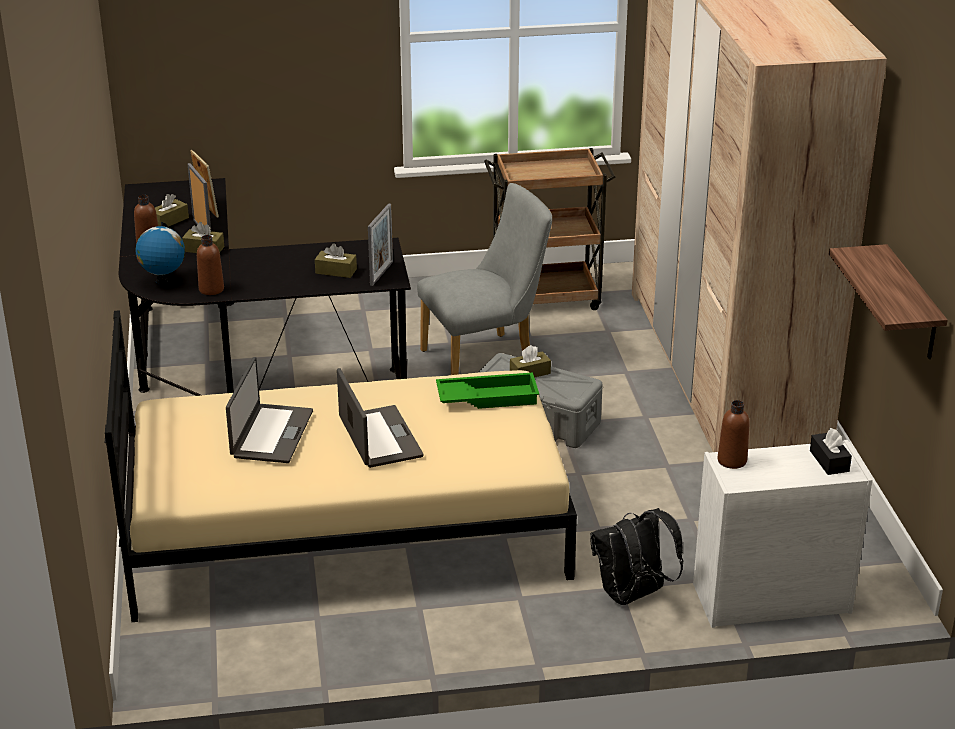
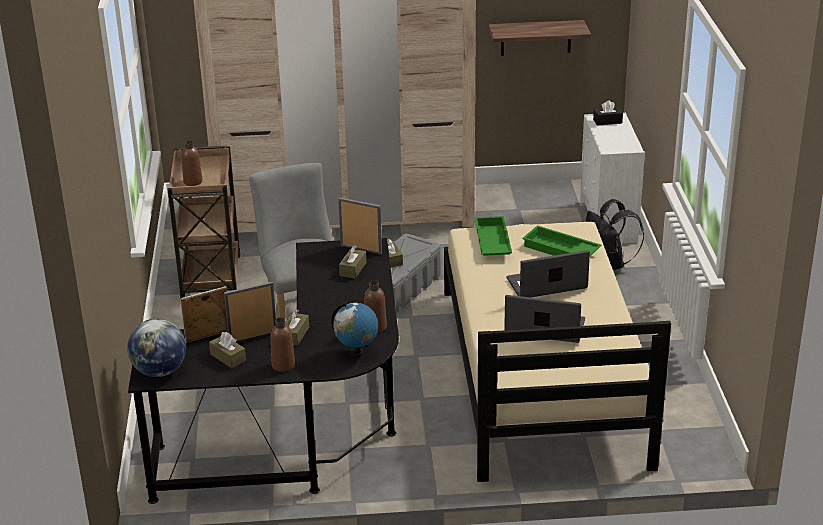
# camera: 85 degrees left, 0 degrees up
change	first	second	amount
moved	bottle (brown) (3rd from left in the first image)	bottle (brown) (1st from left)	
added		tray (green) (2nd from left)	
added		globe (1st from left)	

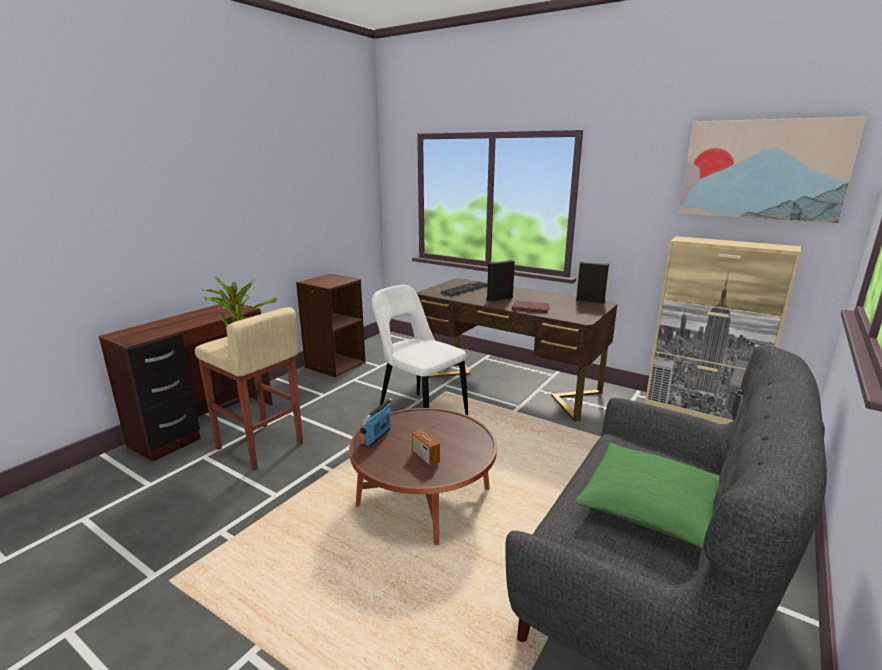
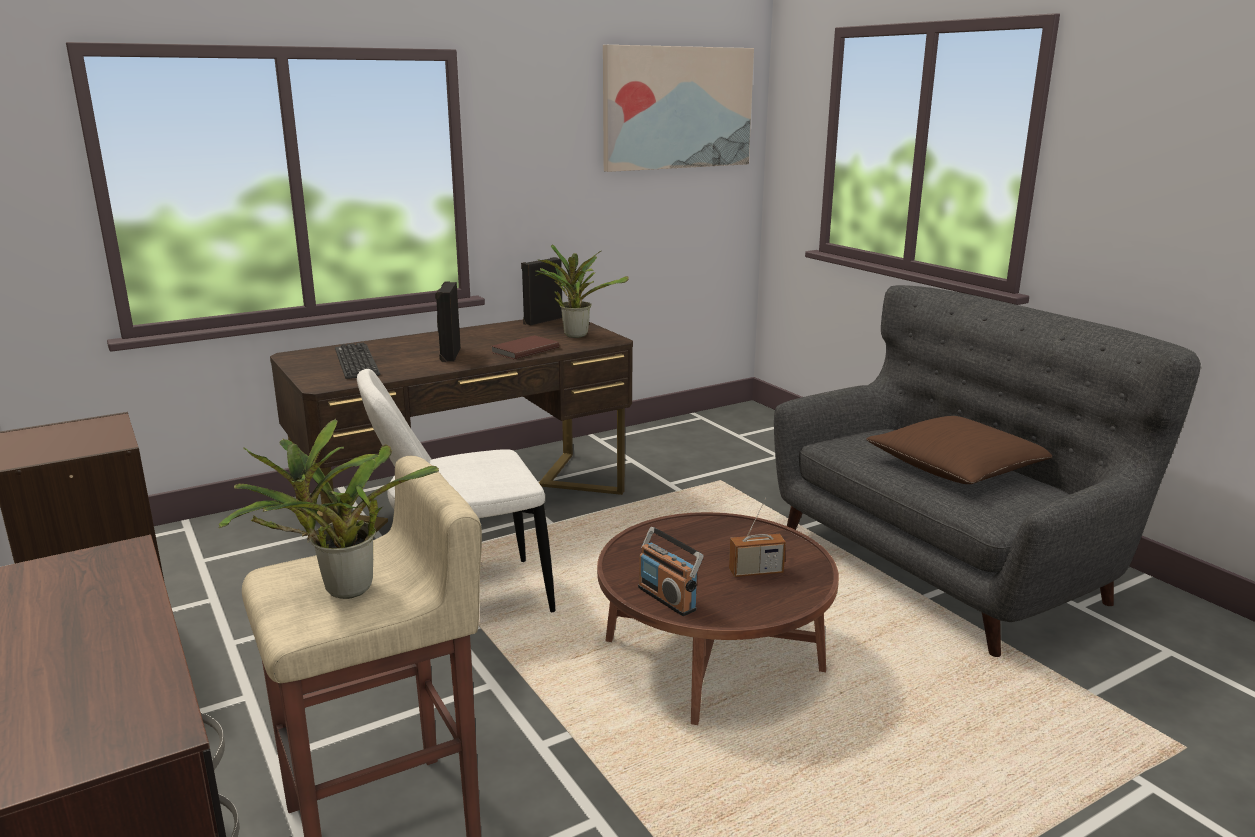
# camera: 65 degrees left, 0 degrees up
change	first	second	amount
removed	cabinet (beige)		
recoloured	pillow (green)	pillow (brown)	
added		potted plant (2nd from left)	

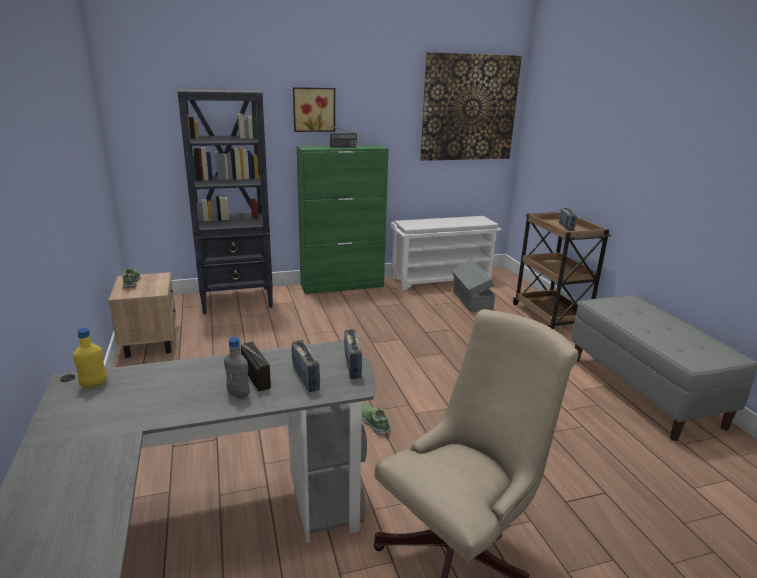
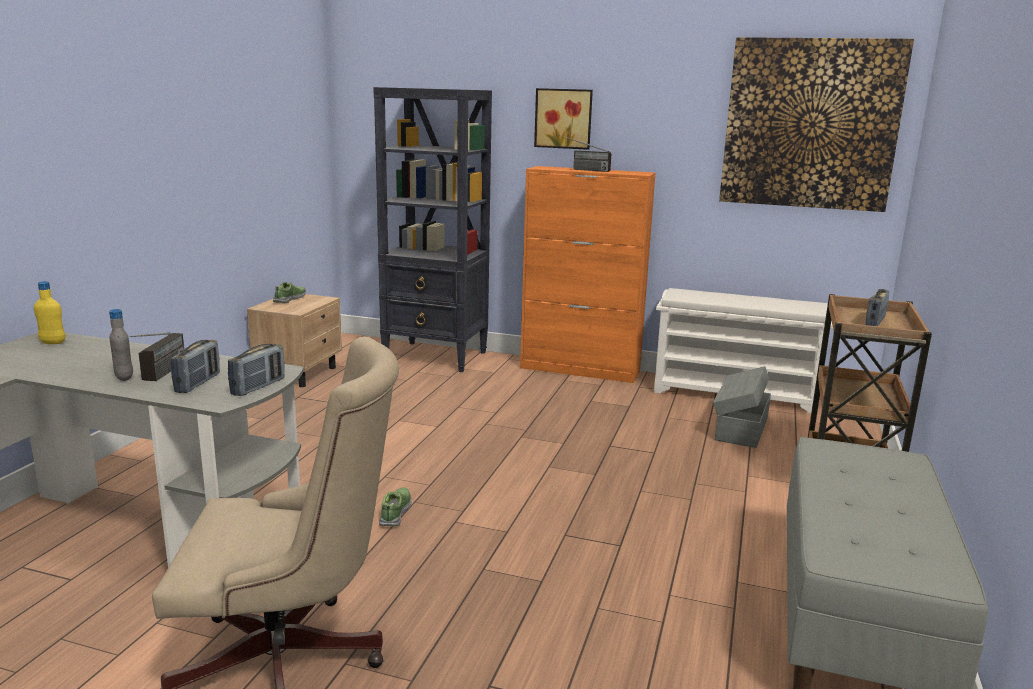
# camera: 35 degrees right, 5 degrees down
change	first	second	amount
recoloured	cabinet (green)	cabinet (orange)	

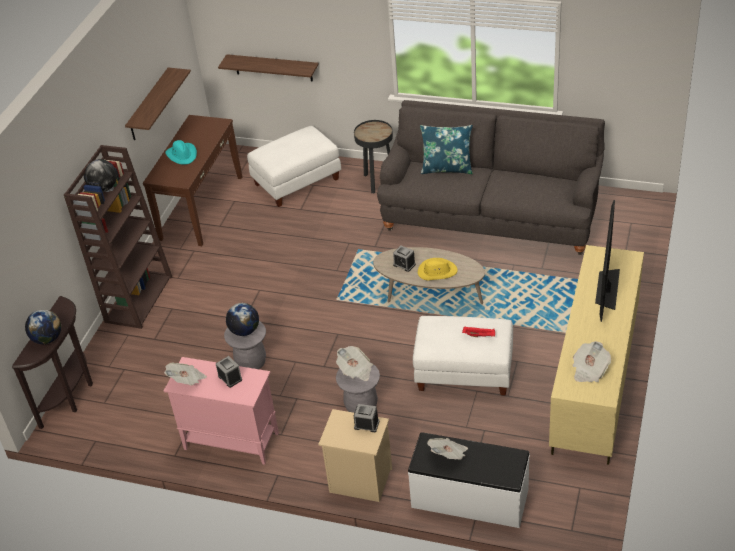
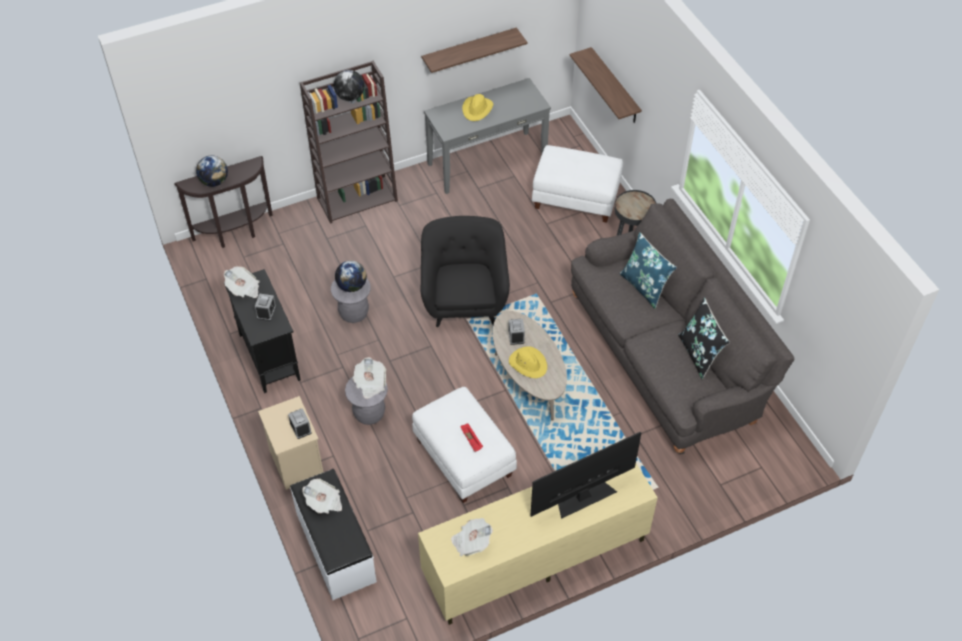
# camera: 45 degrees right, 10 degrees up
change	first	second	amount
recoloured	console table (brown) (2nd from left)	console table (grey)	
recoloured	hat (turquoise)	hat (yellow) (1st from left)	
recoloured	cabinet (pink)	cabinet (black)	
added		armchair (black)	
added		pillow (black)	

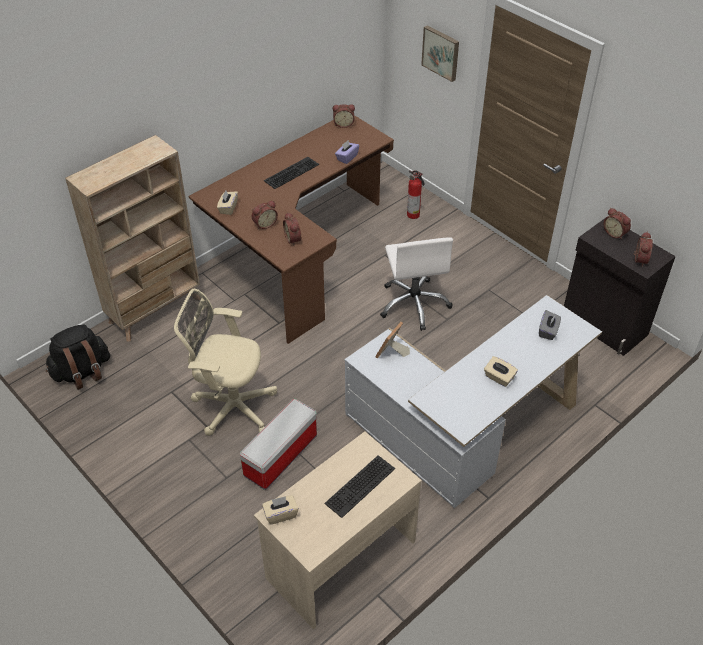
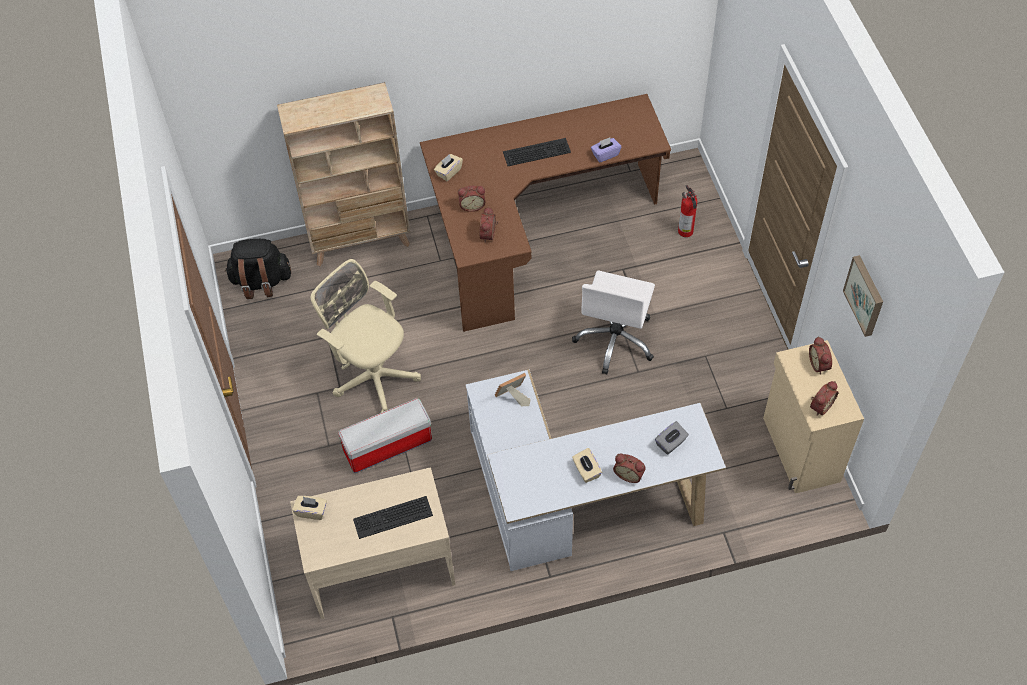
# camera: 30 degrees right, 10 degrees up
change	first	second	amount
moved	picture		
moved	alarm clock (3rd from left)		
recoloured	cabinet (black)	cabinet (beige)	

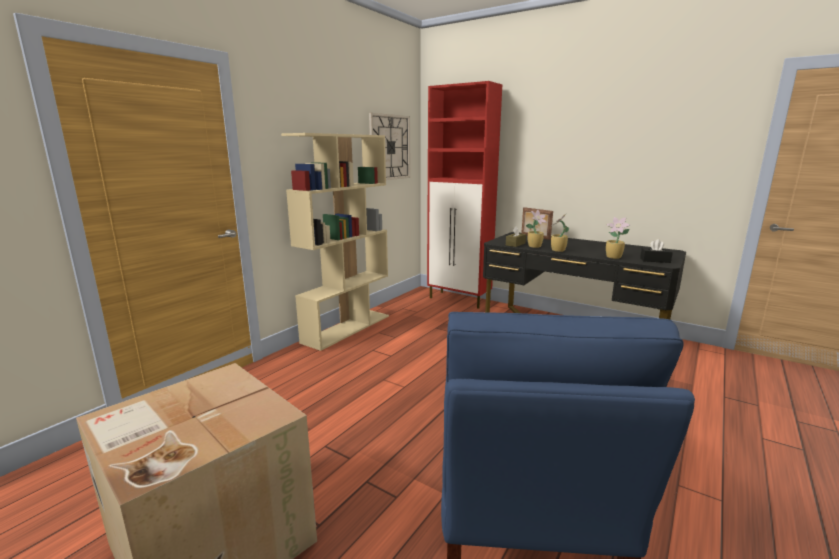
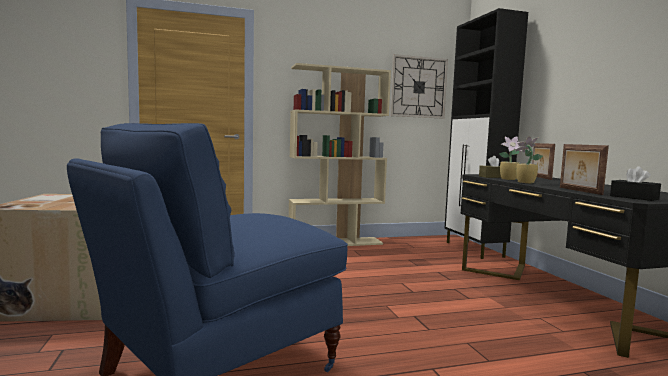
# camera: 40 degrees right, 10 degrees down
change	first	second	amount
recoloured	cabinet (red)	cabinet (black)	
replaced	potted plant (3rd from left)	picture frame (2nd from left)	

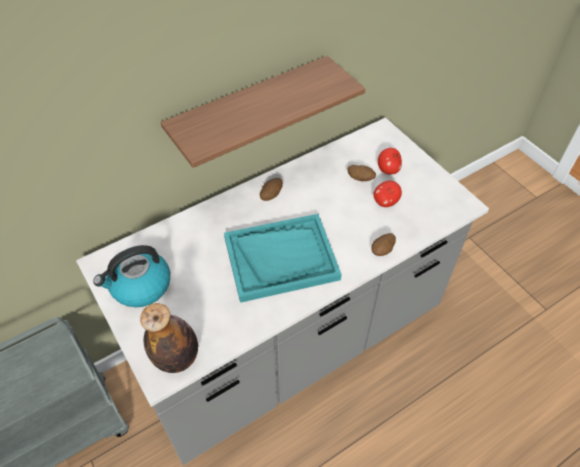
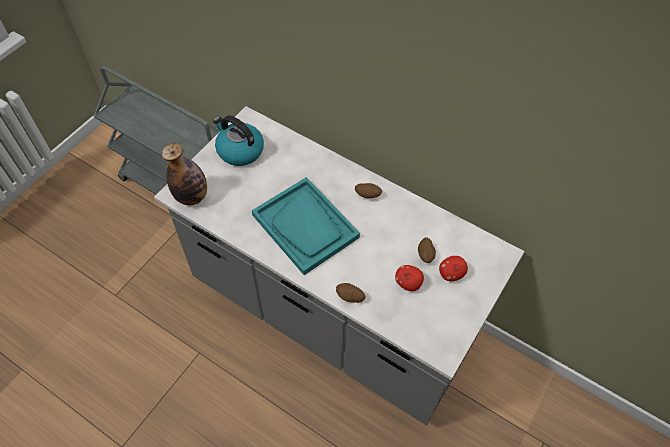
# camera: 65 degrees right, 5 degrees up
change	first	second	amount
removed	shelf		

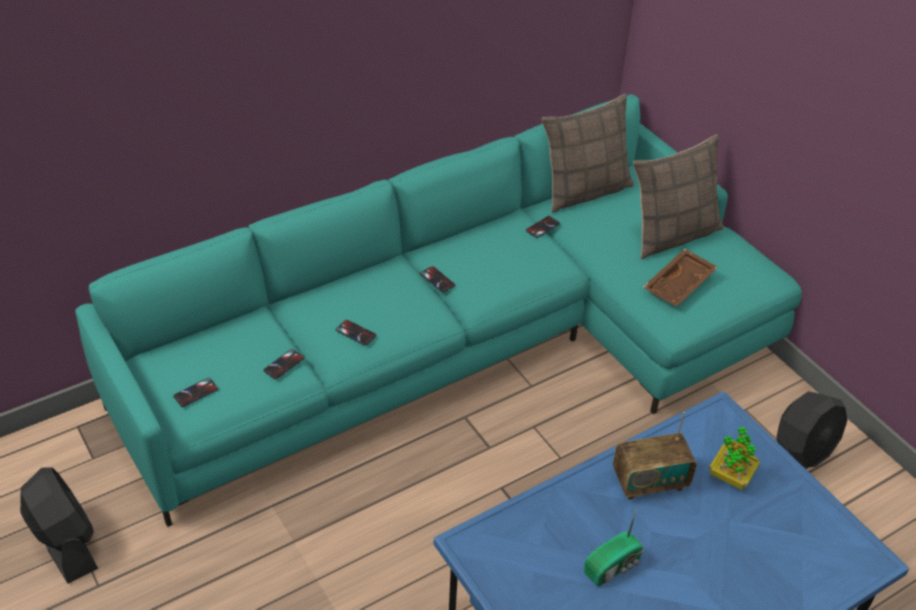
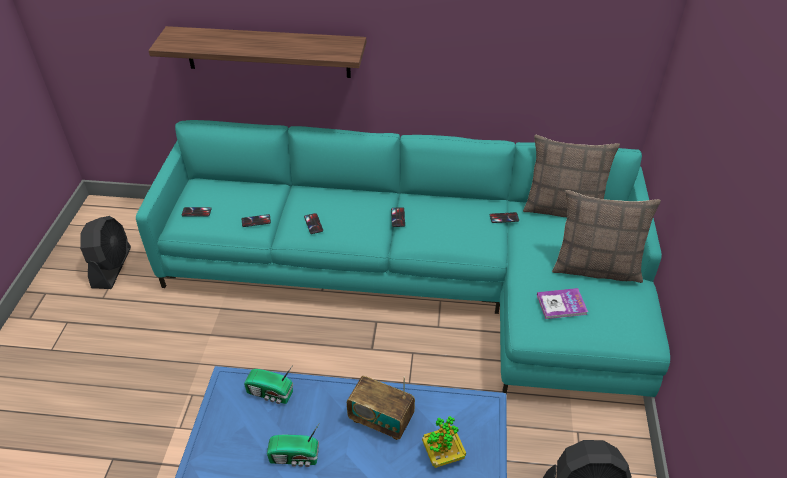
# camera: 40 degrees right, 0 degrees up
change	first	second	amount
replaced	tray (brown)	book	
added		shelf	
added		radio (1st from left)	

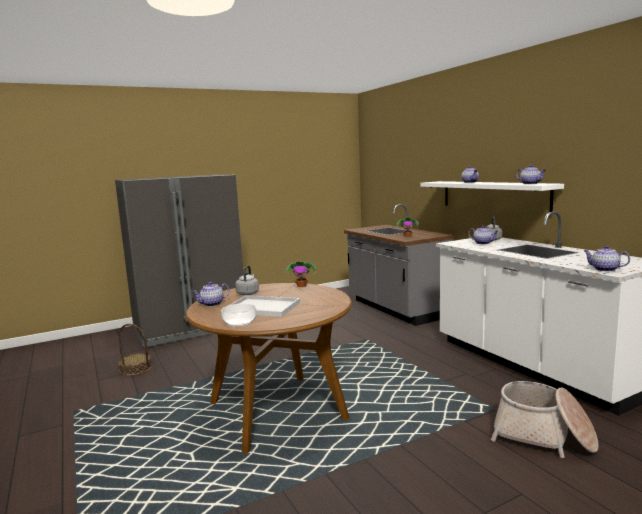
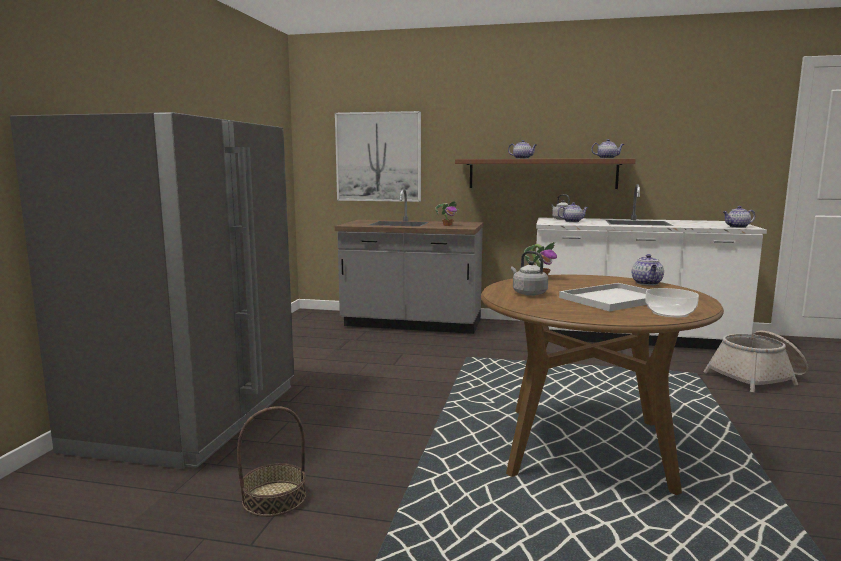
# camera: 50 degrees left, 0 degrees up
change	first	second	amount
recoloured	shelf (white)	shelf (brown)	
moved	teapot (1st from left in the first image)	teapot (4th from left)	
added		picture	

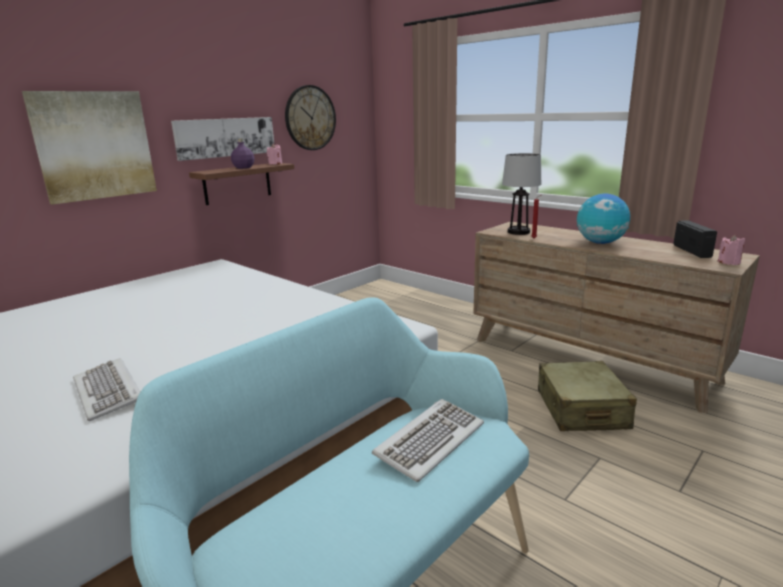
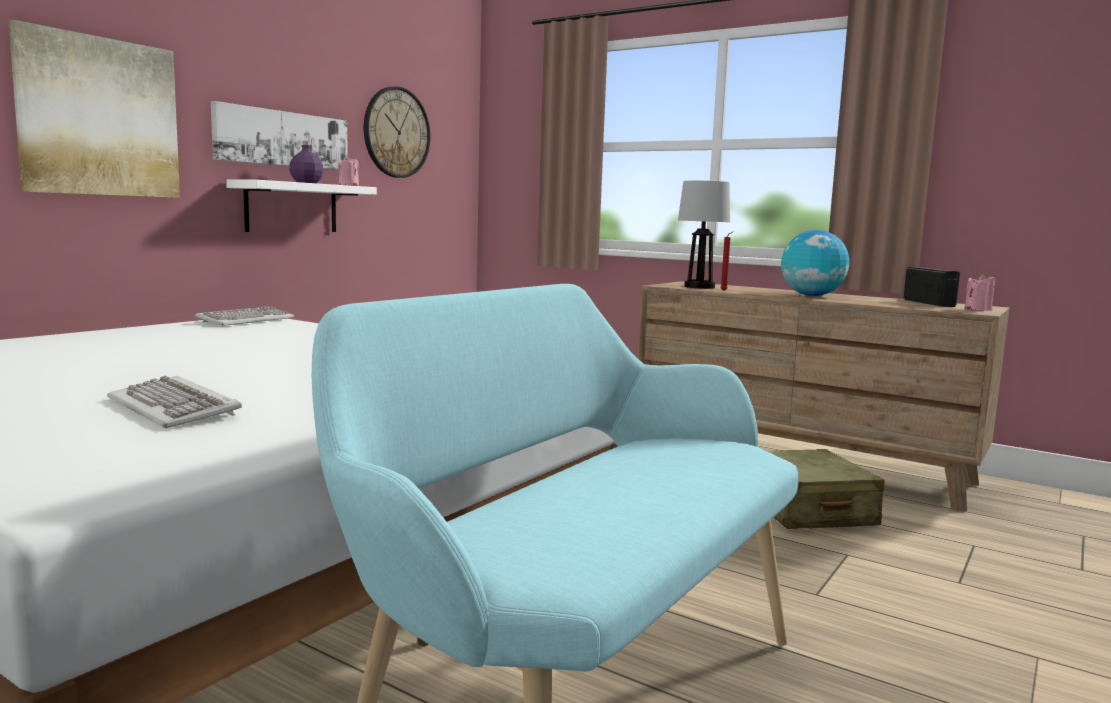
# camera: 10 degrees left, 10 degrees down
change	first	second	amount
recoloured	shelf (brown)	shelf (white)	
moved	keyboard (2nd from left)		

